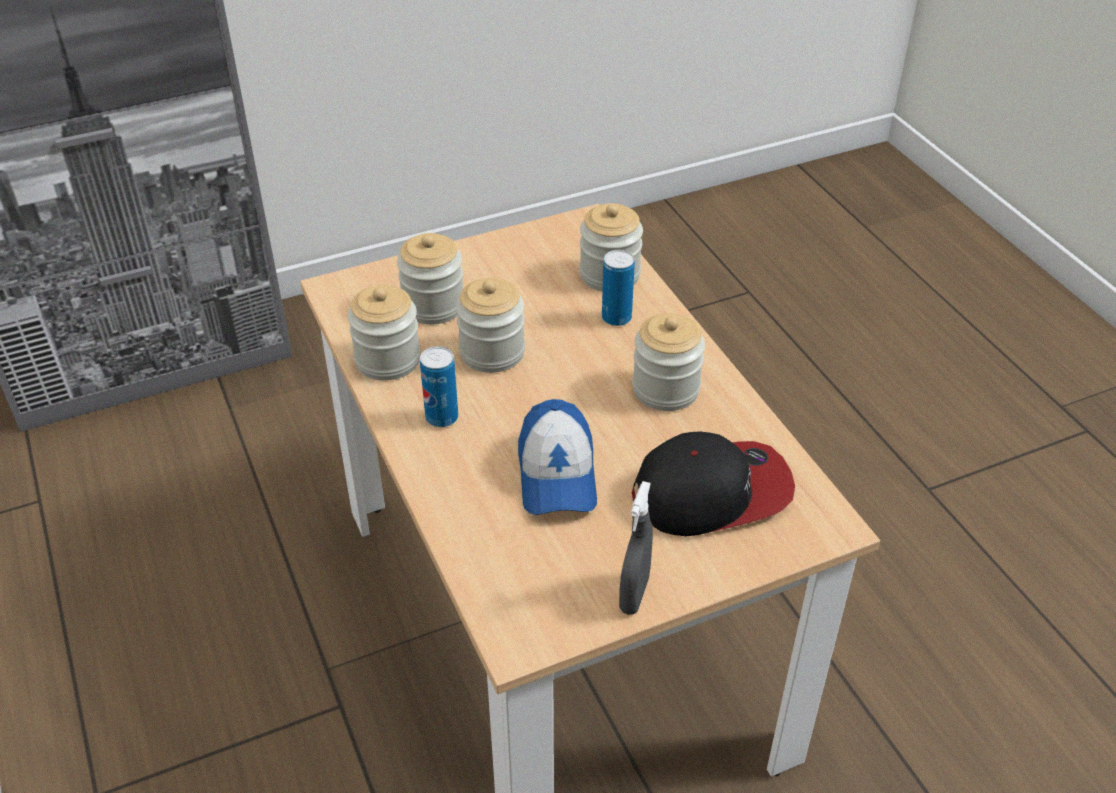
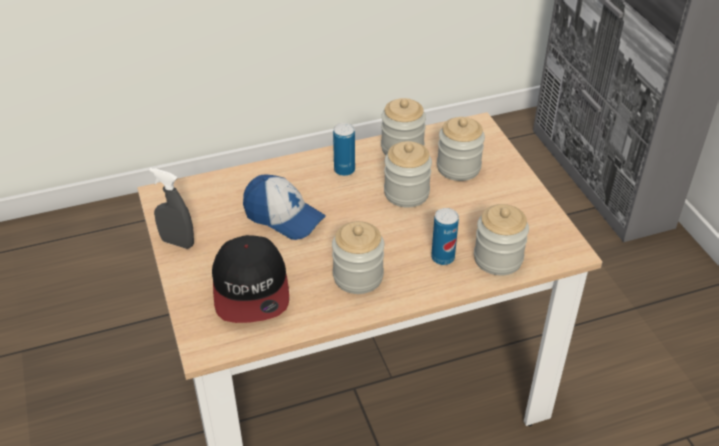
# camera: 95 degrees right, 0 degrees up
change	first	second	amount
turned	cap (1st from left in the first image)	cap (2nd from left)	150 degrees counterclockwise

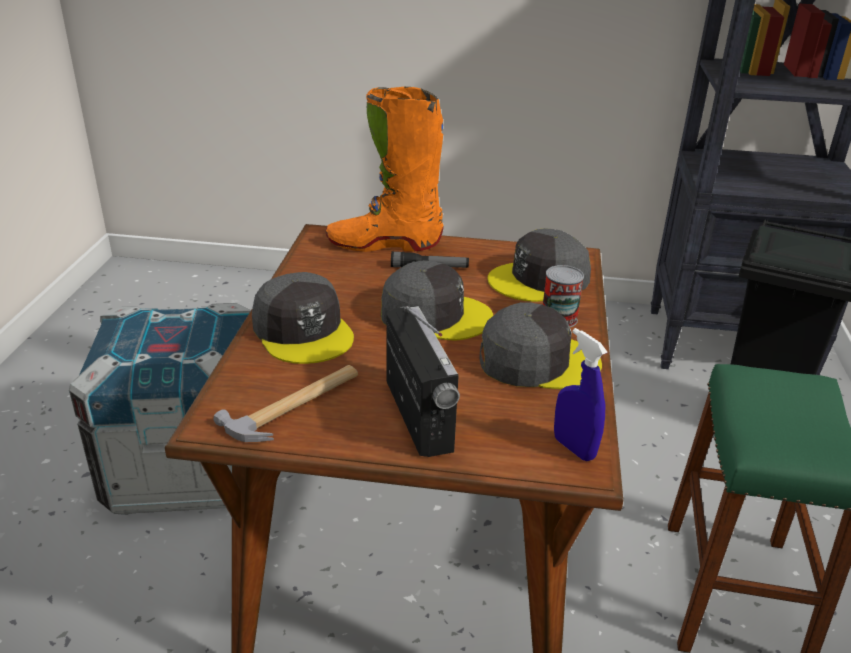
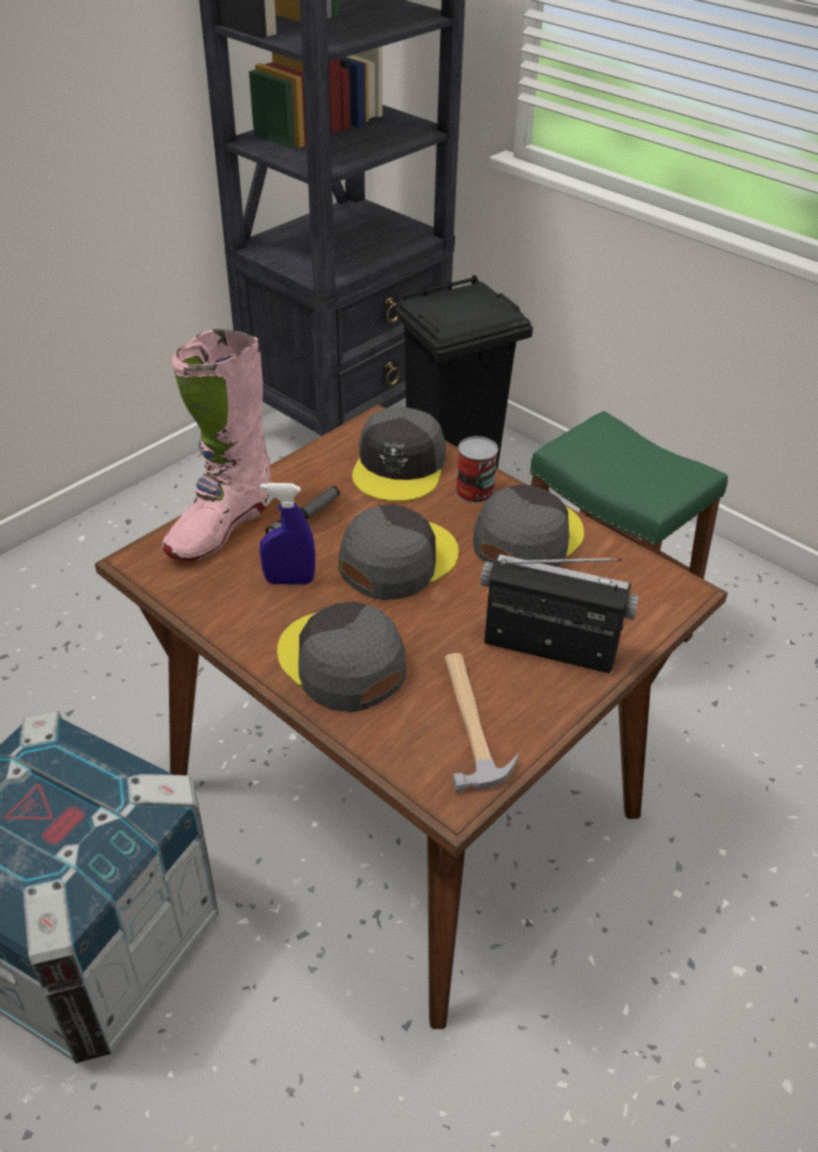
# camera: 55 degrees left, 10 degrees up
change	first	second	amount
recoloured	boot (orange)	boot (pink)	
turned	cap (grey) (1st from left)		135 degrees counterclockwise
moved	spray bottle (blue)		

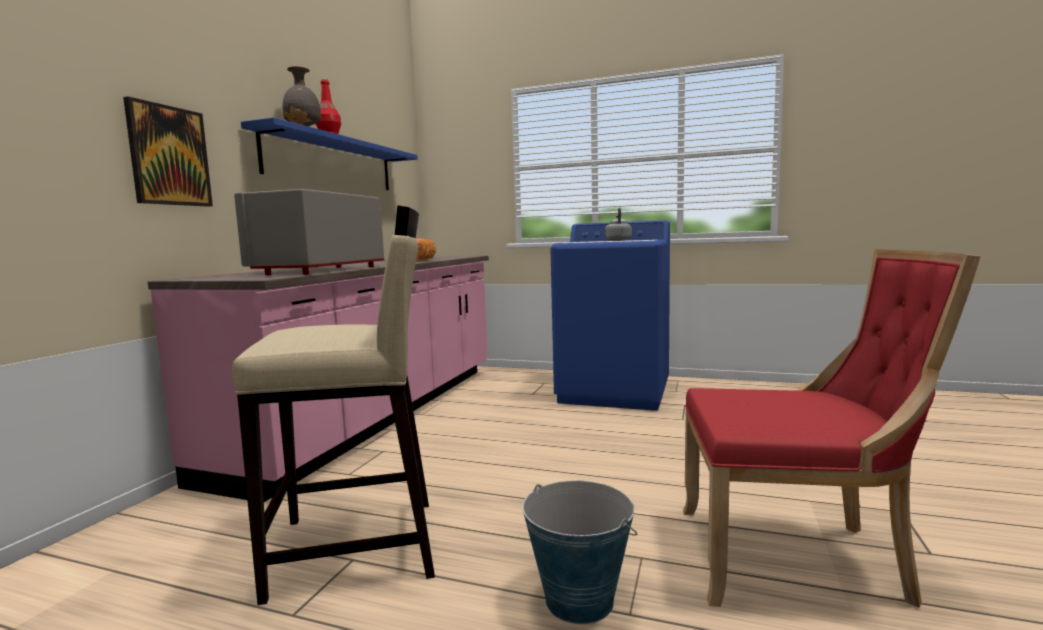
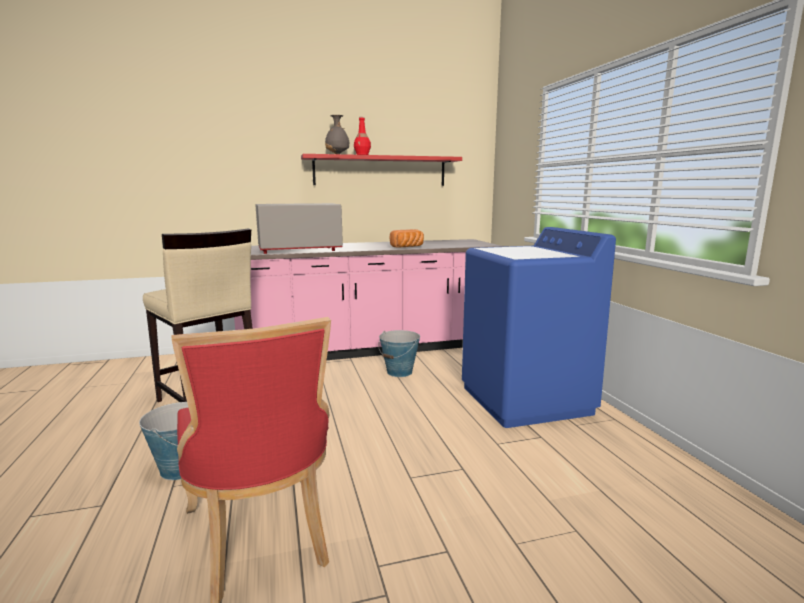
# camera: 55 degrees right, 5 degrees up
change	first	second	amount
removed	picture		
recoloured	shelf (blue)	shelf (red)	
removed	kettle (grey)		
added		bucket (2nd from left)	

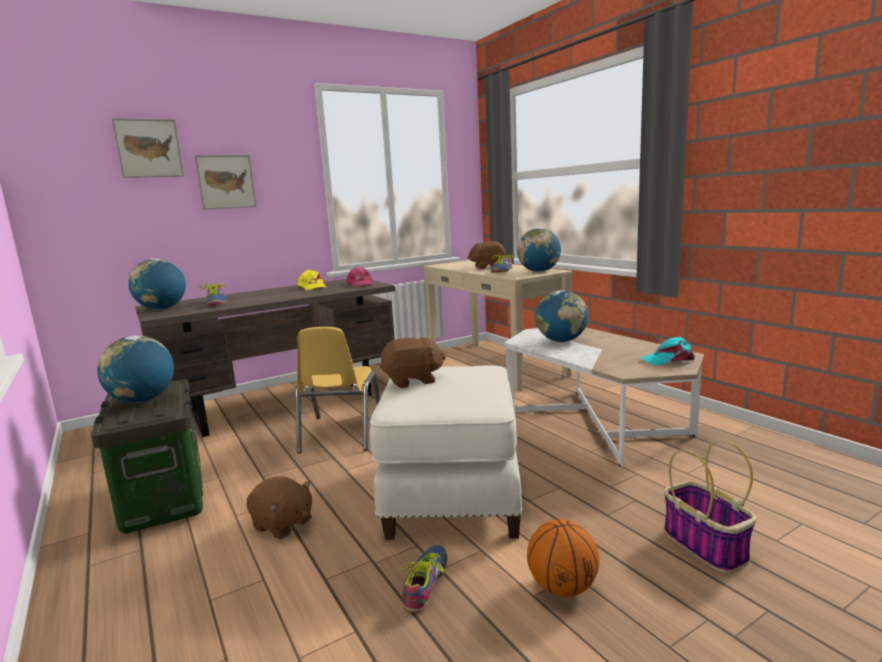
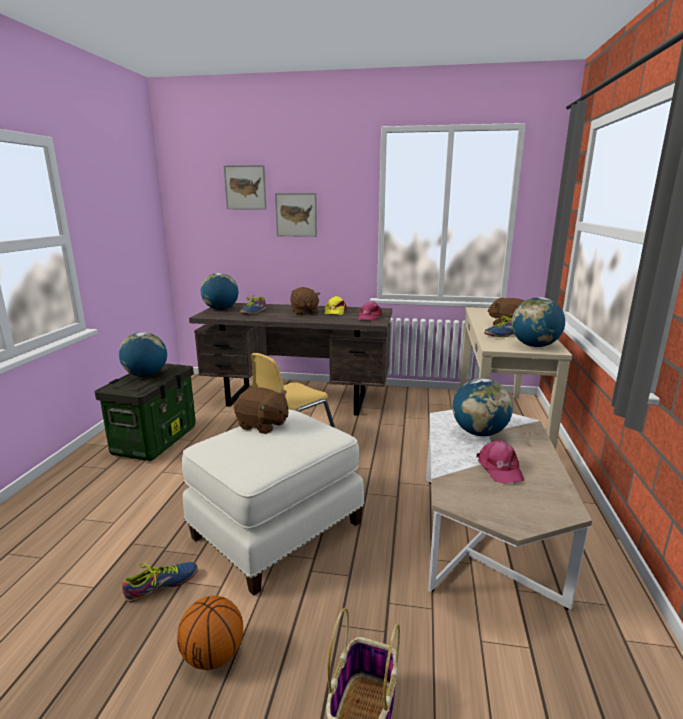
# camera: 40 degrees right, 5 degrees up
change	first	second	amount
removed	cap (turquoise)		
moved	plush toy (brown) (1st from left in the first image)	plush toy (brown) (2nd from left)	
added		cap (pink) (2nd from left)	

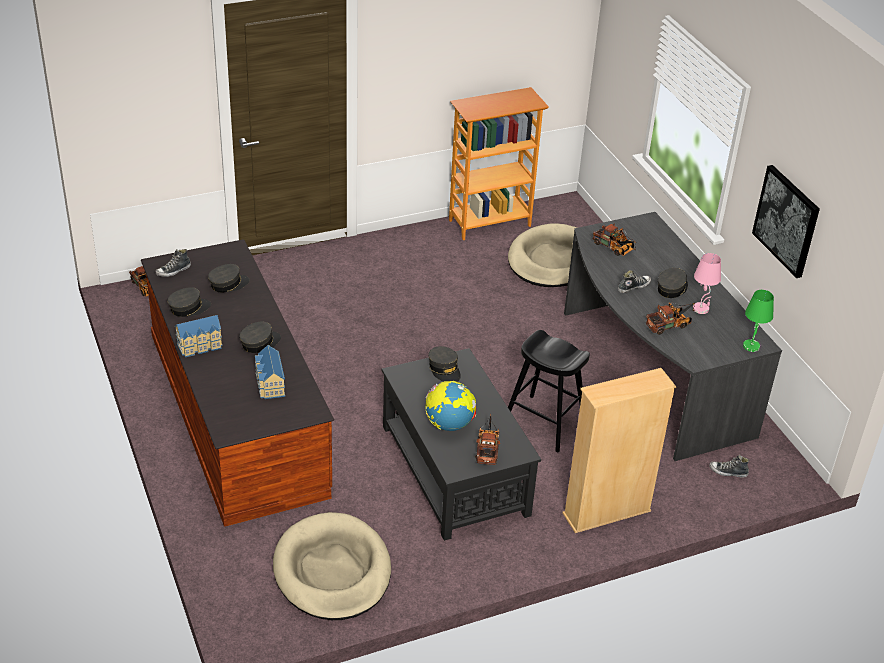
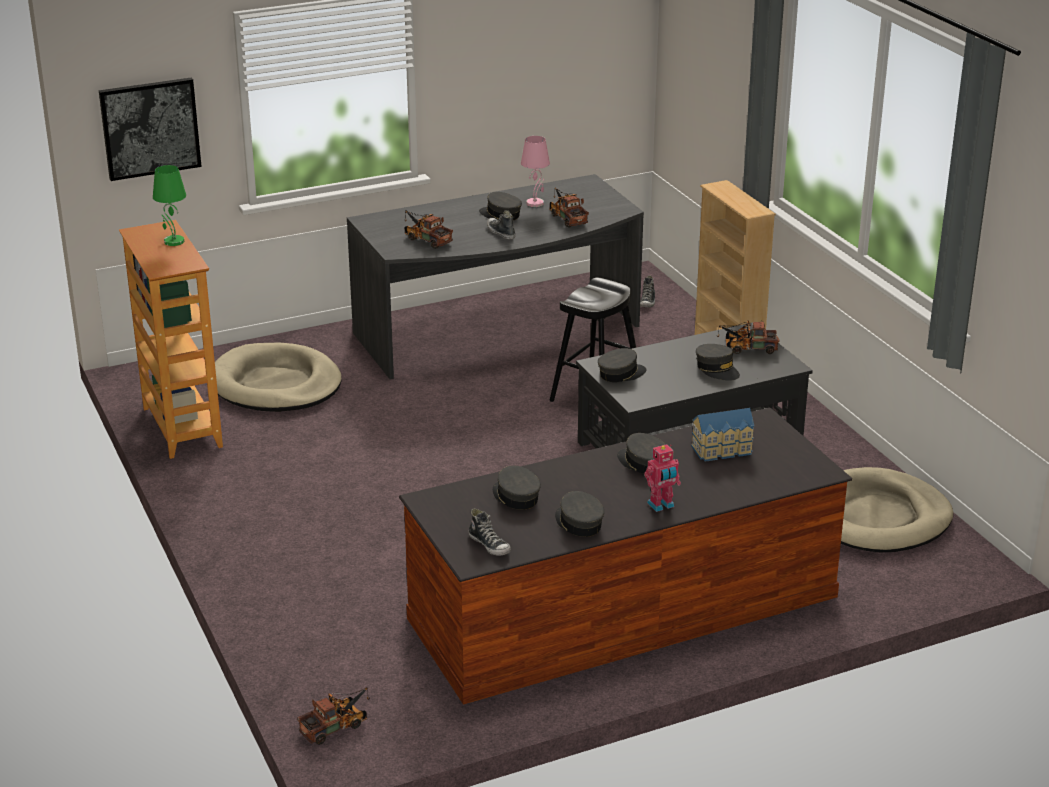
# camera: 90 degrees left, 10 degrees down
change	first	second	amount
moved	picture		
turned	toy truck (3rd from left in the first image)	toy truck (2nd from left)	90 degrees counterclockwise
moved	table lamp (green)		
replaced	toy house (1st from left)	toy robot	
replaced	globe	cap (grey) (6th from left)	

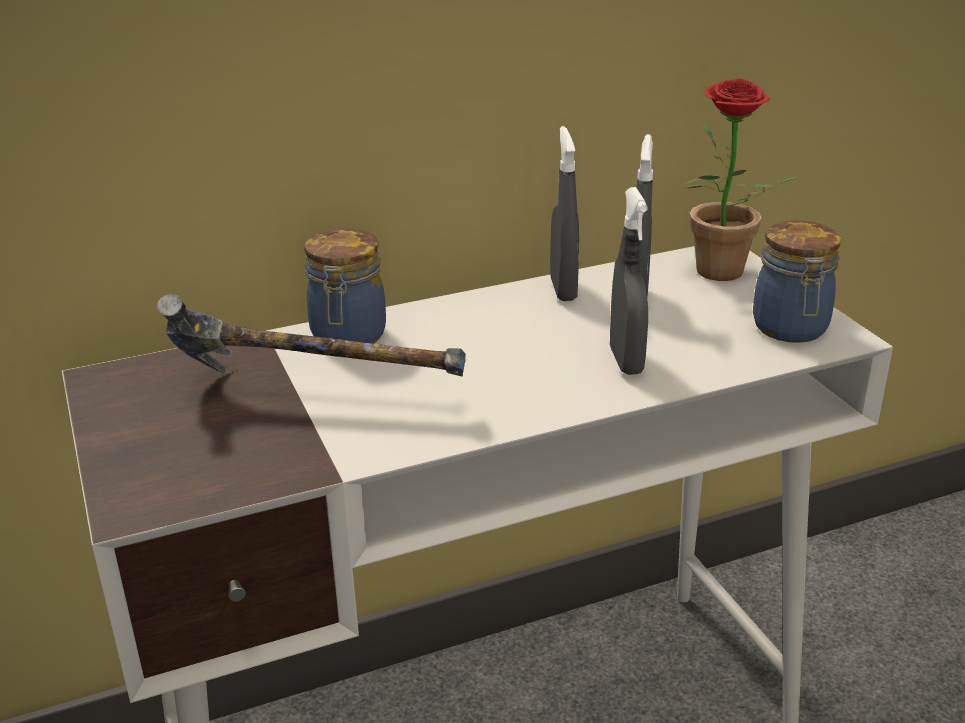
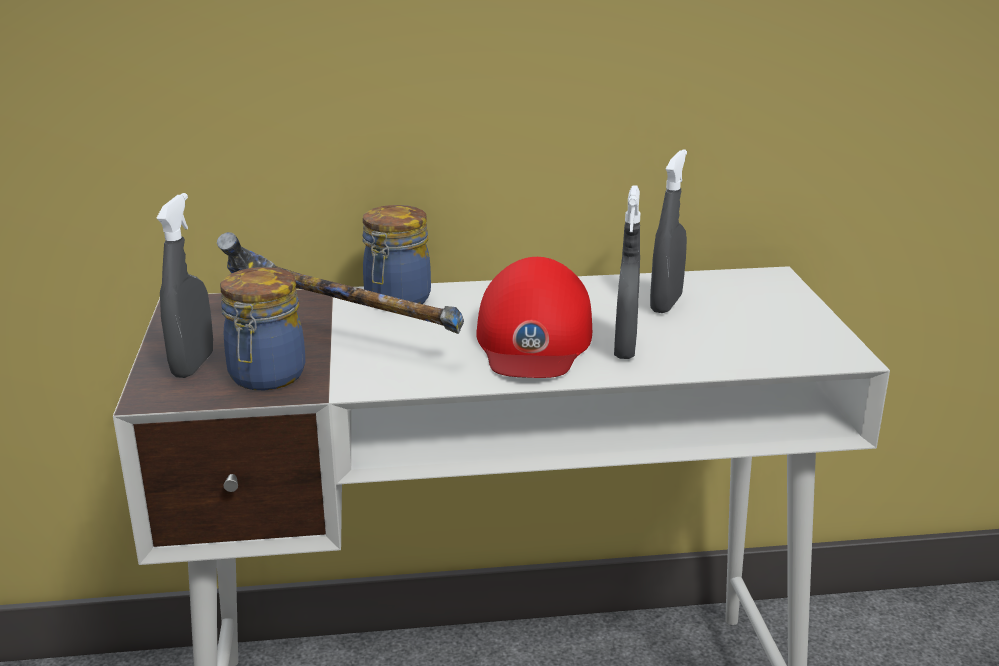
# camera: 15 degrees right, 5 degrees down
change	first	second	amount
removed	potted plant		
moved	spray bottle (grey) (1st from left)		
moved	jar (2nd from left in the first image)	jar (1st from left)	
added		cap (red)	

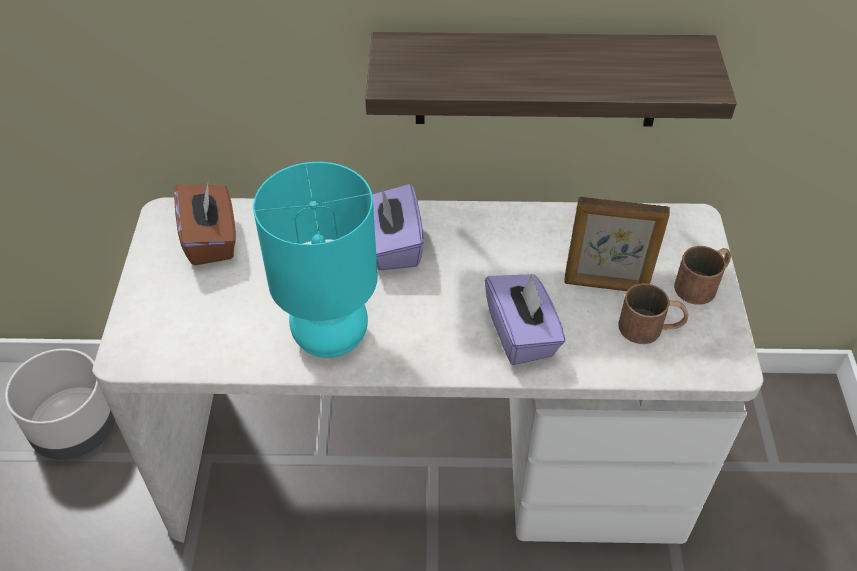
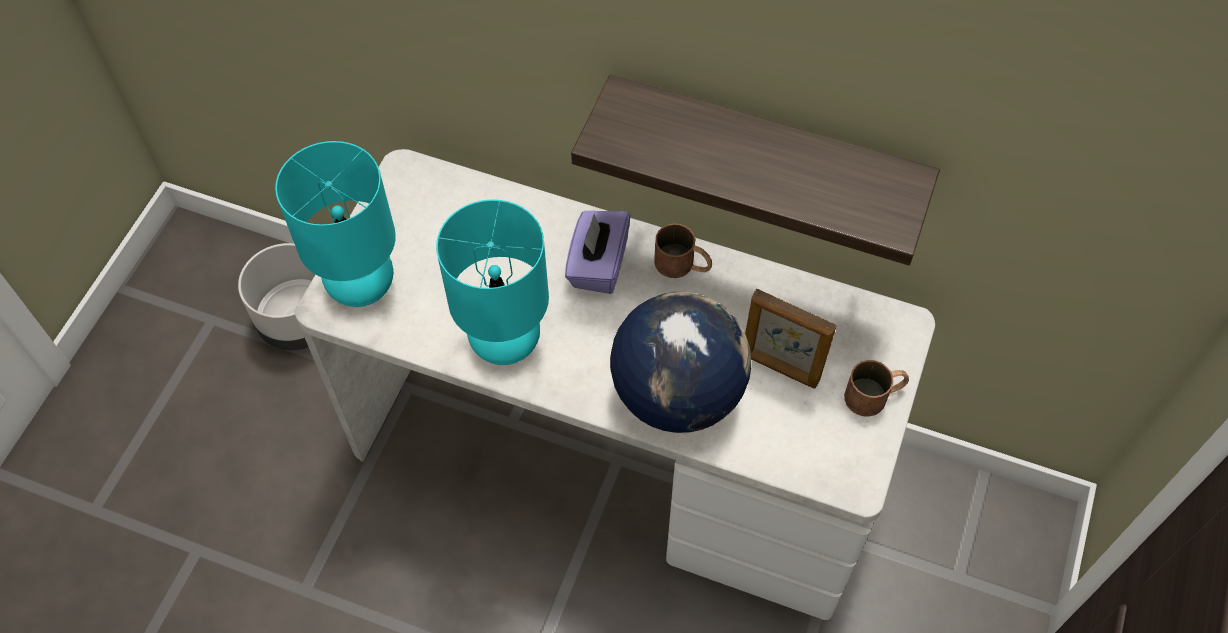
# camera: 20 degrees right, 10 degrees up
change	first	second	amount
removed	tissue box (brown)		
replaced	tissue box (purple) (2nd from left)	globe	
moved	mug (brown) (1st from left)		
added		table lamp (turquoise) (1st from left)	

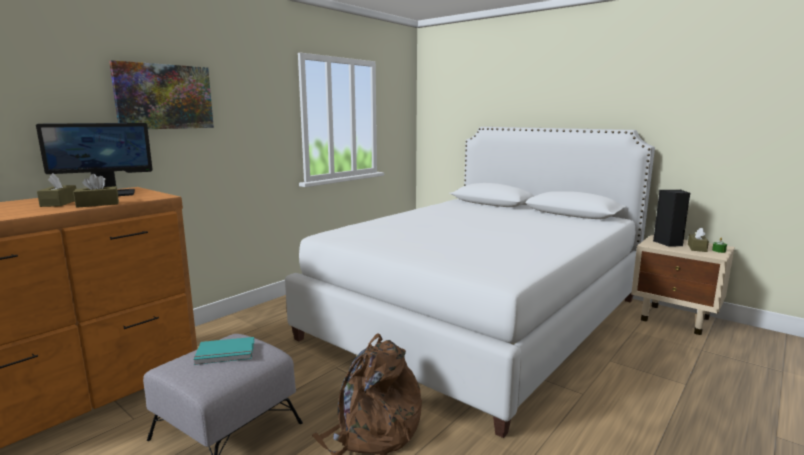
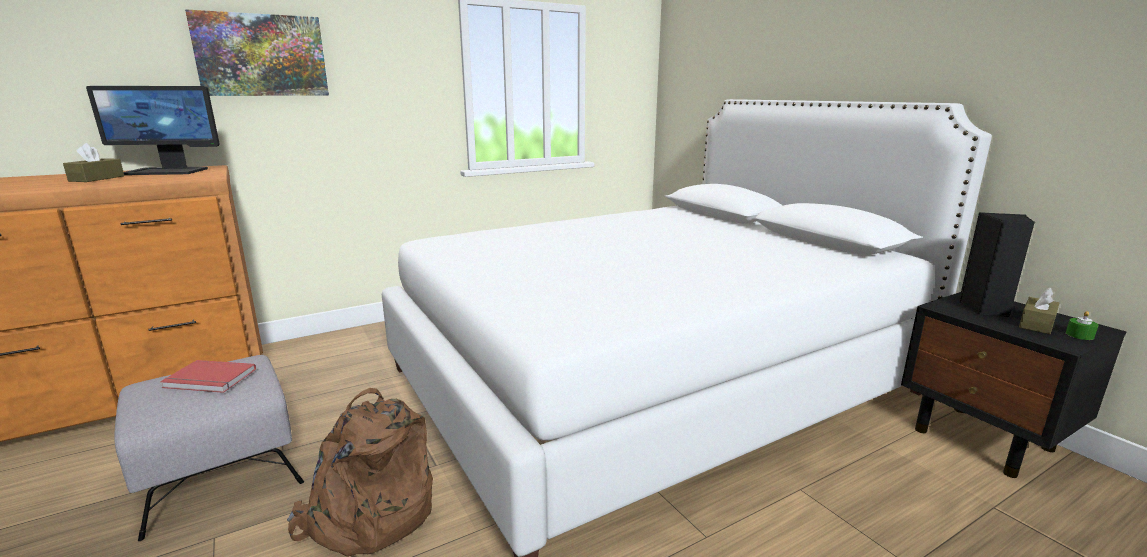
# camera: 20 degrees right, 5 degrees up
change	first	second	amount
removed	tissue box (brown) (2nd from left)		
recoloured	nightstand (beige)	nightstand (black)	
recoloured	book (turquoise)	book (red)	

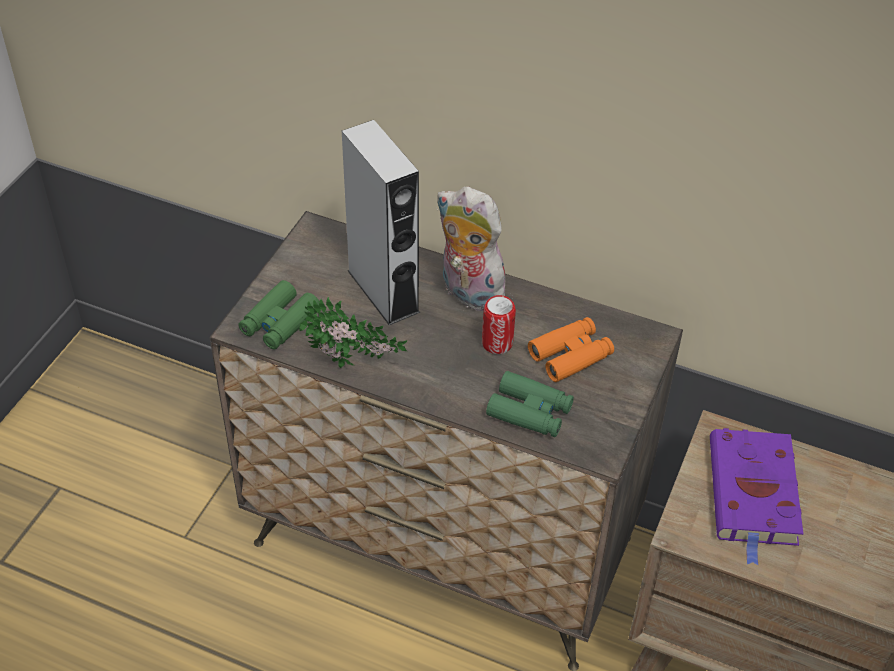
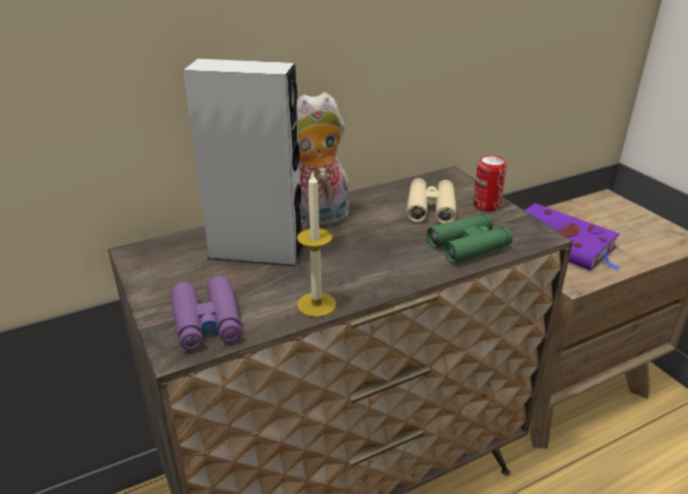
# camera: 50 degrees left, 15 degrees down
change	first	second	amount
recoloured	binoculars (green) (1st from left)	binoculars (purple)	
moved	can		
replaced	potted plant	candle	
recoloured	binoculars (orange)	binoculars (beige)	

